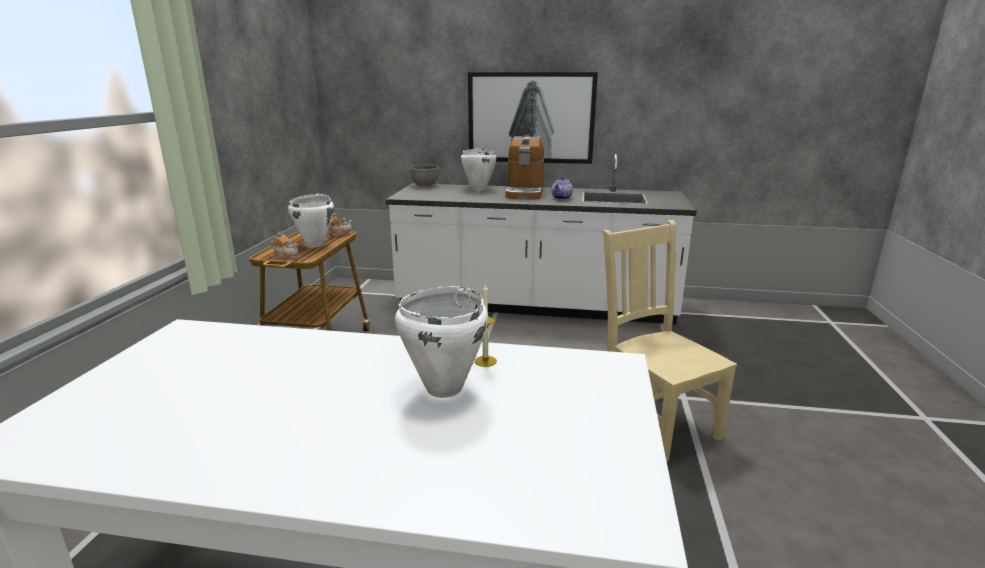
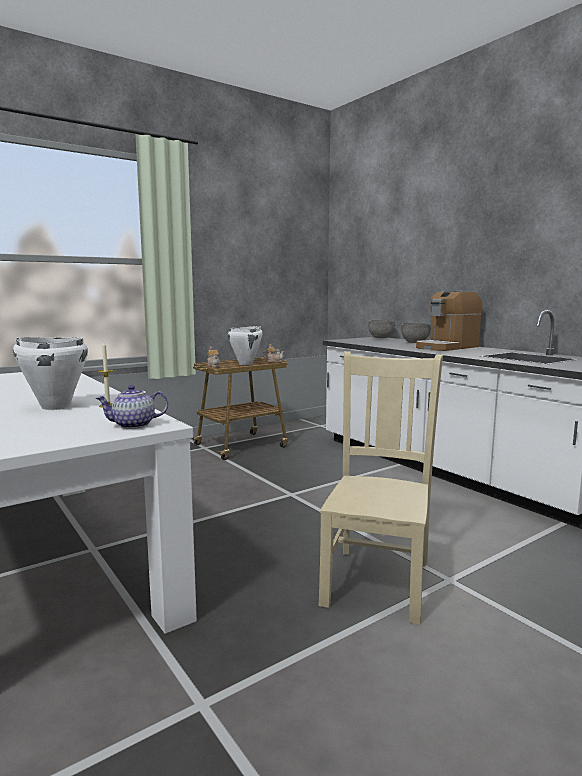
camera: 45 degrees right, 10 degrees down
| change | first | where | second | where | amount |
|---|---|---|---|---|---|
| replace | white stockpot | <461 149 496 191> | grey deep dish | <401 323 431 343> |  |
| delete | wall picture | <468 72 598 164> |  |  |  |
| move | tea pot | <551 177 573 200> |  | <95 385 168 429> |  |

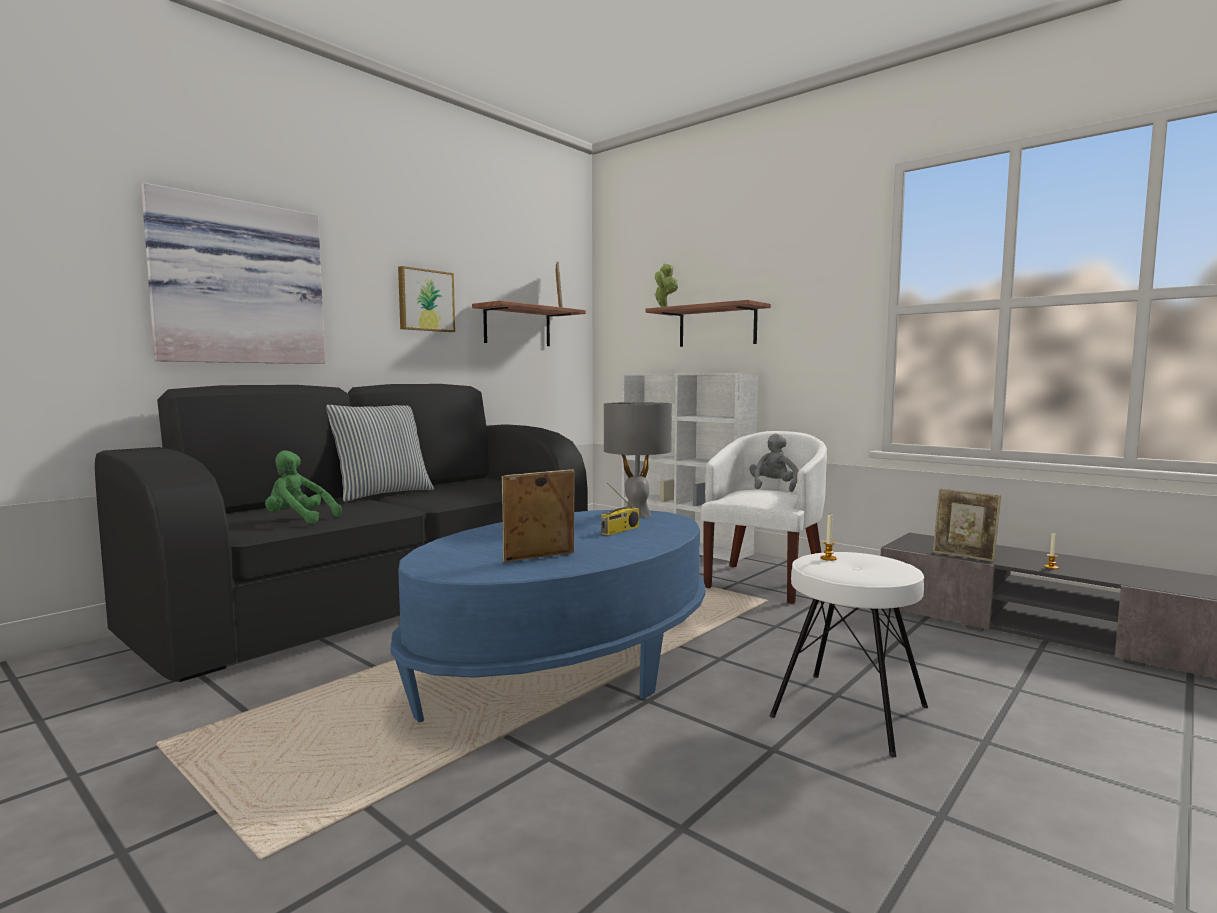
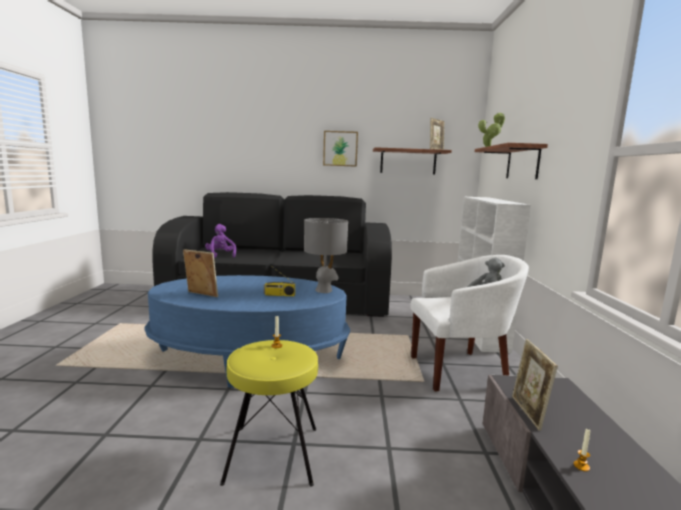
camera: 50 degrees right, 5 degrees up
| change | first | where | second | where | amount |
|---|---|---|---|---|---|
| delete | wall picture | <141 183 325 364> |  |  |  |
| recolor | green soft toy | <265 450 342 524> | purple soft toy | <205 224 236 258> |  |
| delete | throw pillow | <326 405 434 502> |  |  |  |
| recolor | white stool | <770 552 928 757> | yellow-coloured stool | <220 340 318 487> |  |

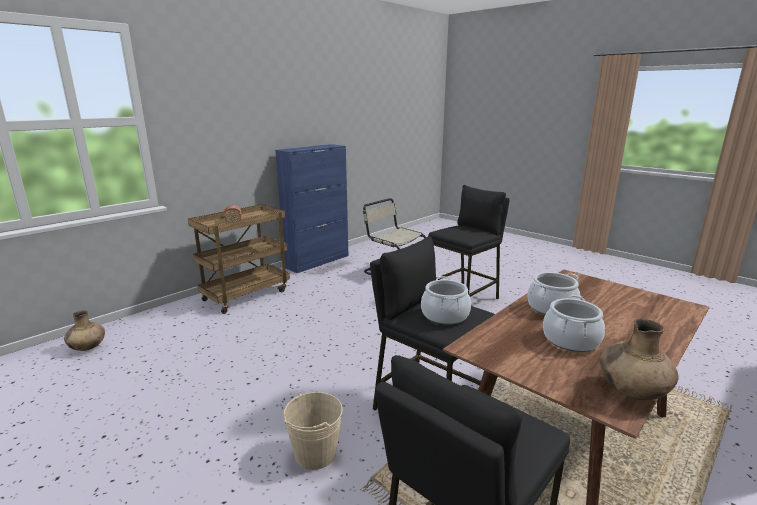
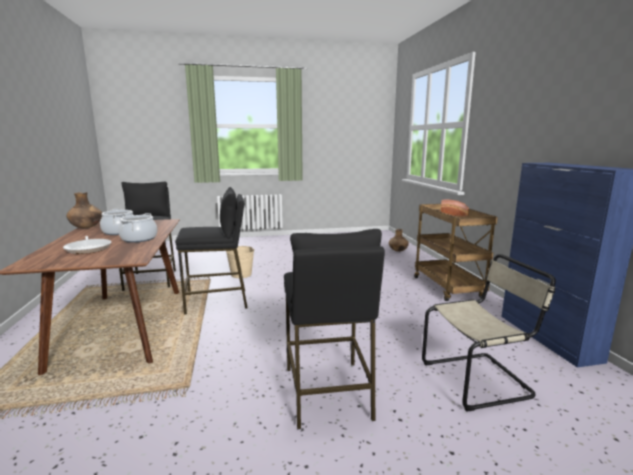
camera: 125 degrees right, 5 degrees down
| change | first | where | second | where | amount |
|---|---|---|---|---|---|
| delete | stockpot | <421 276 471 325> |  |  |  |
| insert |  |  | frying pan | <63 236 111 254> |  |

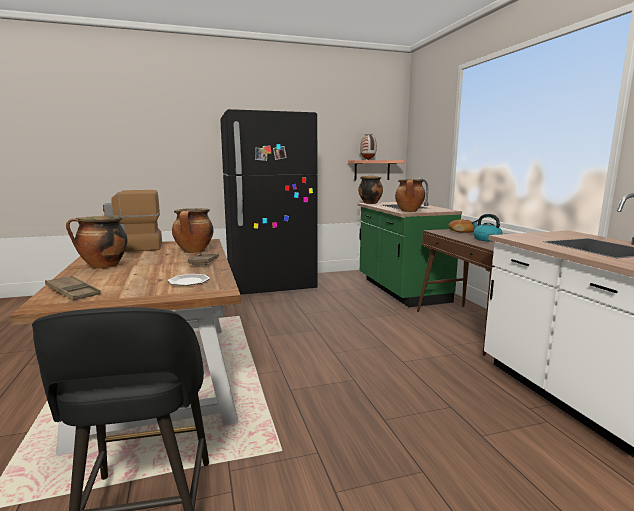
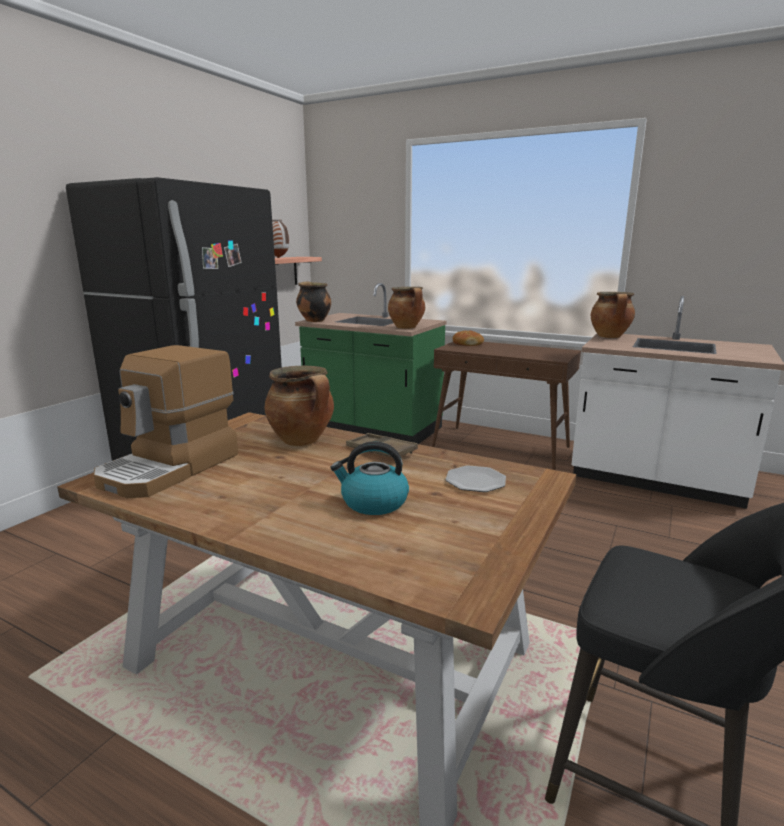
camera: 45 degrees left, 5 degrees up
| change | first | where | second | where | amount |
|---|---|---|---|---|---|
| delete | brown carrying tray | <45 275 101 300> |  |  |  |
| move | stockpot | <66 216 127 269> |  | <591 292 635 338> |  |
| move | kettle | <472 214 502 241> |  | <331 442 409 515> |  |

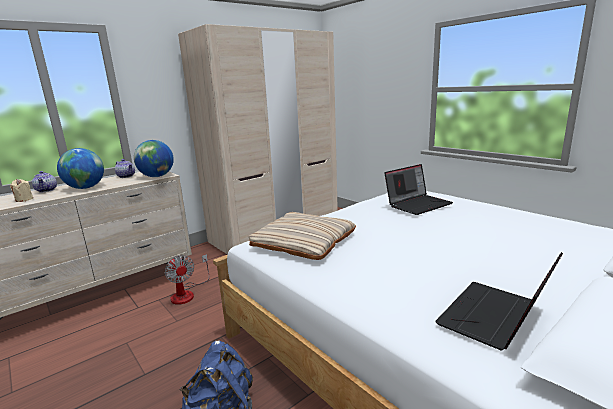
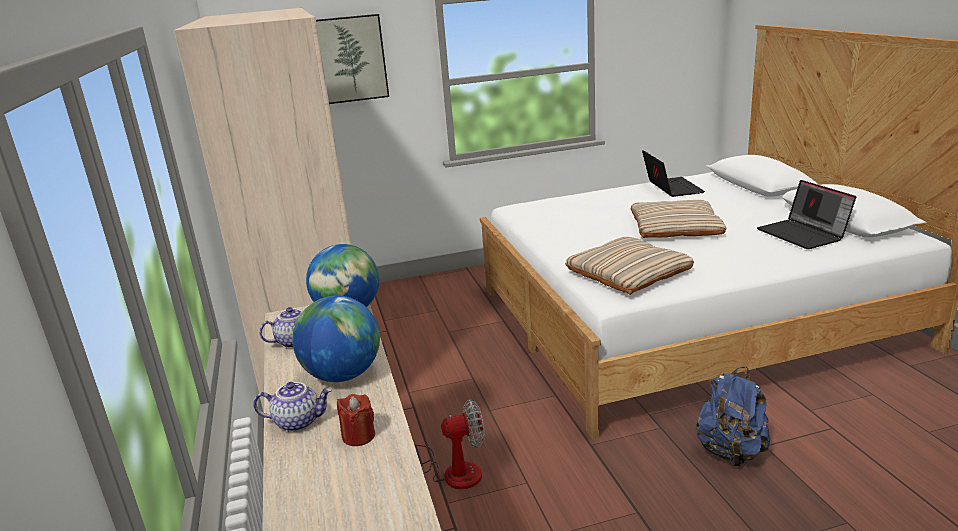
camera: 65 degrees left, 5 degrees up
| change | first | where | second | where | amount |
|---|---|---|---|---|---|
| recolor | sand-coloured wax candle | <10 179 33 202> | red wax candle | <337 394 375 446> |  |
| move | laptop | <384 164 453 215> |  | <642 150 705 197> |  |
| insert |  |  | wall picture | <316 14 389 104> |  |
| insert |  |  | sand-coloured throw pillow | <630 200 727 238> |  |

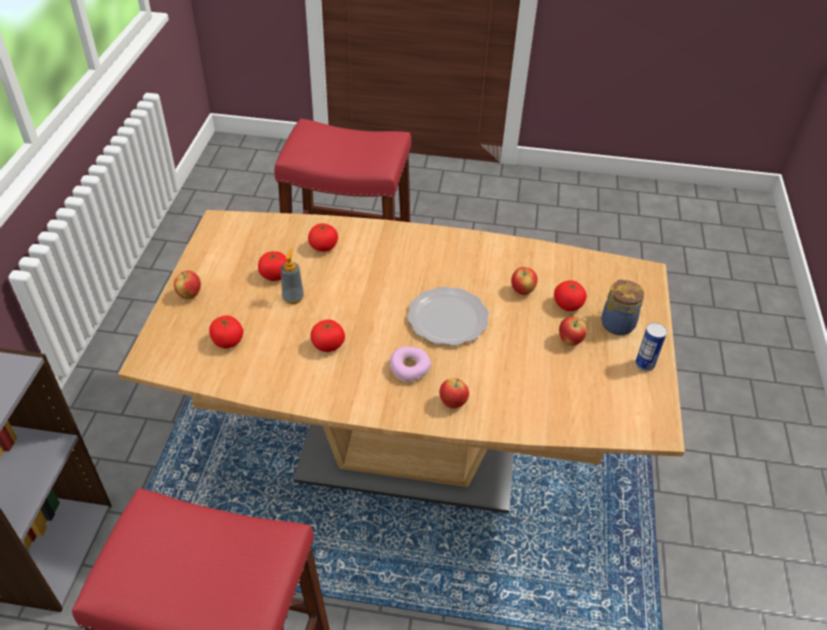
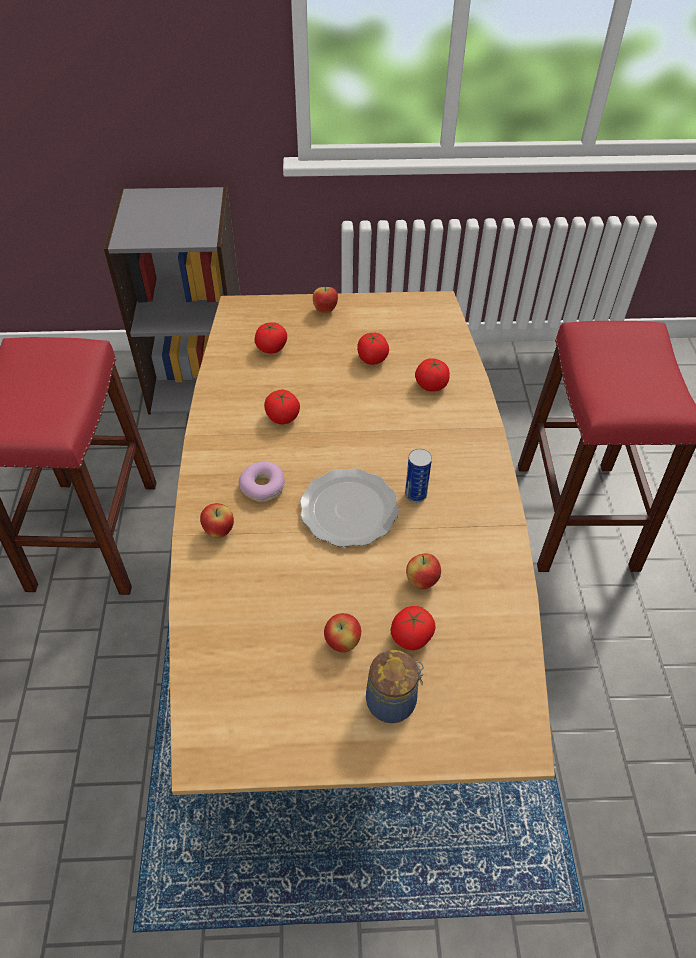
camera: 80 degrees right, 5 degrees up
| change | first | where | second | where | amount |
|---|---|---|---|---|---|
| delete | soap dispenser | <281 248 304 304> |  |  |  |
| move | can | <635 323 667 371> |  | <405 449 432 503> |  |

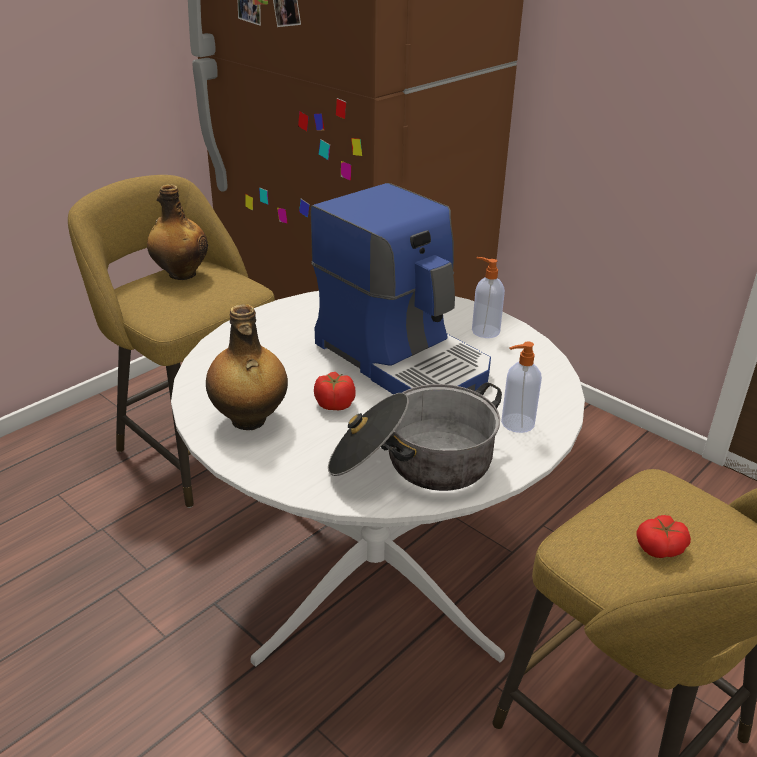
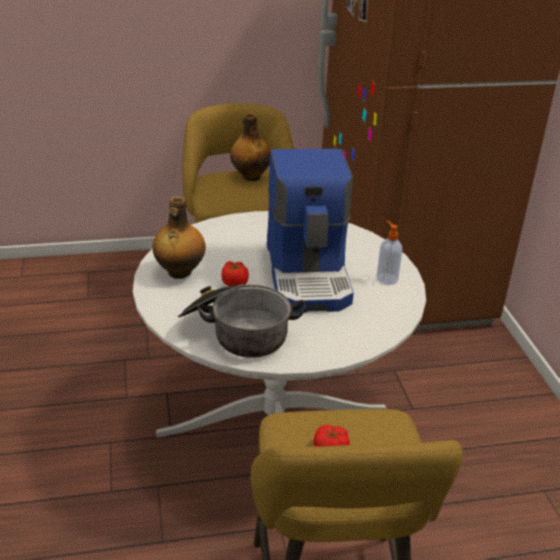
camera: 35 degrees right, 0 degrees up
| change | first | where | second | where | amount |
|---|---|---|---|---|---|
| delete | soap dispenser | <501 342 542 433> |  |  |  |

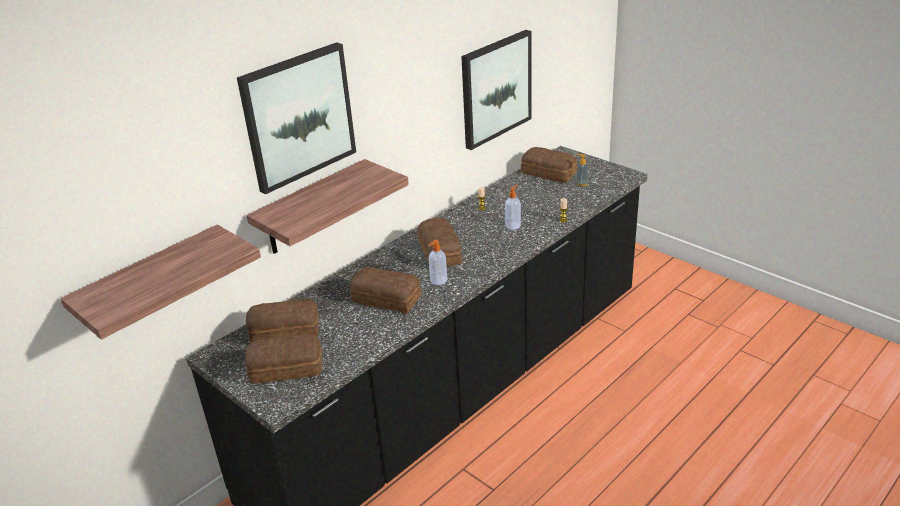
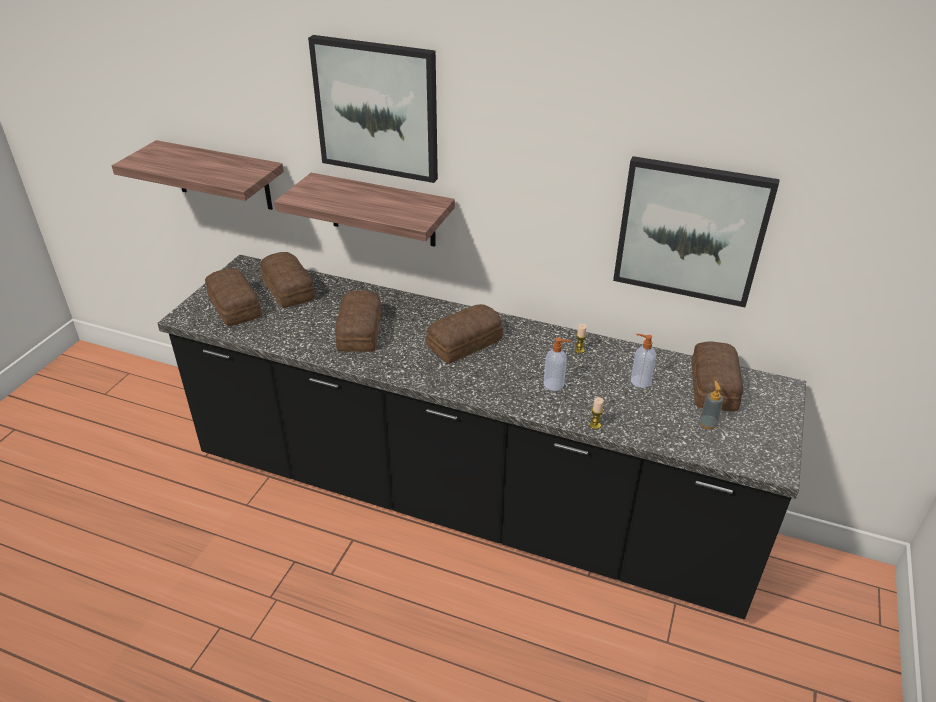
camera: 65 degrees right, 5 degrees up
| change | first | where | second | where | amount |
|---|---|---|---|---|---|
| move | soap dispenser | <428 240 447 285> |  | <631 334 656 388> |  |

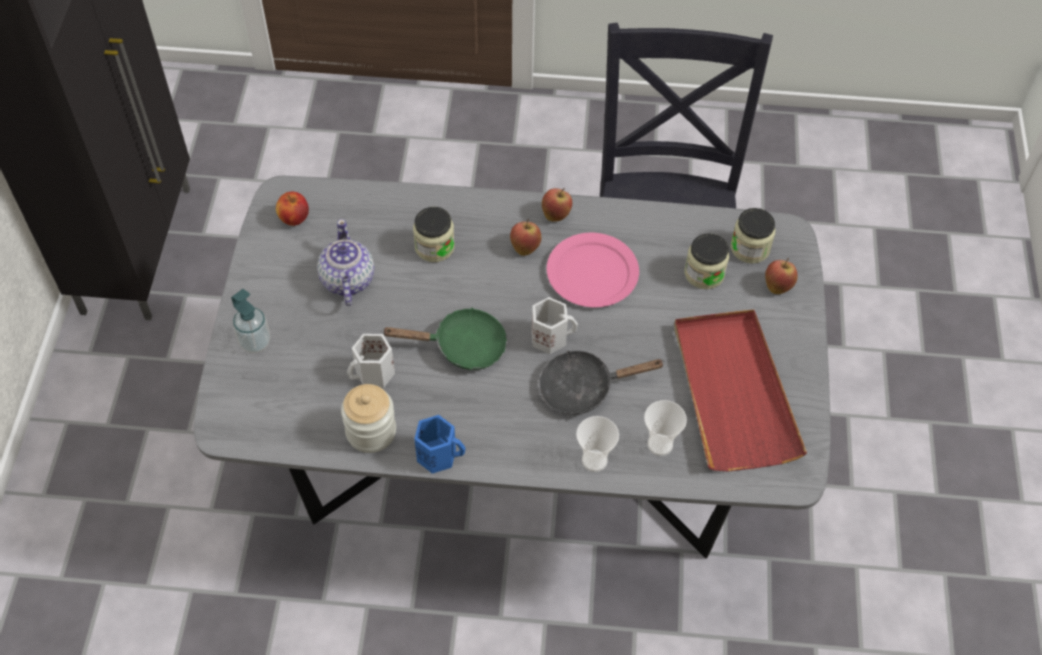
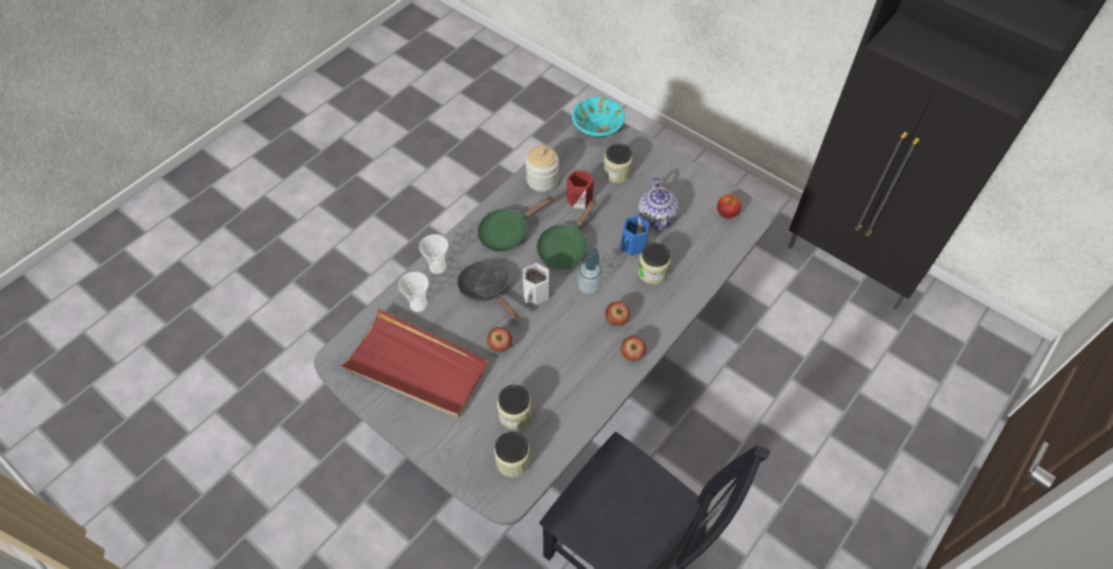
camera: 125 degrees right, 0 degrees up
| change | first | where | second | where | amount |
|---|---|---|---|---|---|
| move | soap dispenser | <231 289 270 353> |  | <578 248 602 294> |  |
| rotate | tea pot | <317 219 374 306> |  | <638 177 679 231> | 60 degrees clockwise |
| recolor | white coffee mug | <347 334 395 388> | red coffee mug | <566 170 594 209> |  |
| move | bluish coffee mug | <414 415 465 474> |  | <621 216 649 256> |  |
| rotate | black-coloured frying pan | <539 350 665 415> |  | <457 260 520 321> | 60 degrees counterclockwise |
| delete | pink-coloured dinner plate | <547 233 639 307> |  |  |  |
| move | whole apple | <765 258 798 294> |  | <487 327 512 352> |  |
| insert |  |  | green frying pan | <477 196 554 252> |  |
| insert |  |  | blue-green deep dish | <572 97 625 138> |  |
| insert |  |  | storage jar | <603 143 632 183> |  |

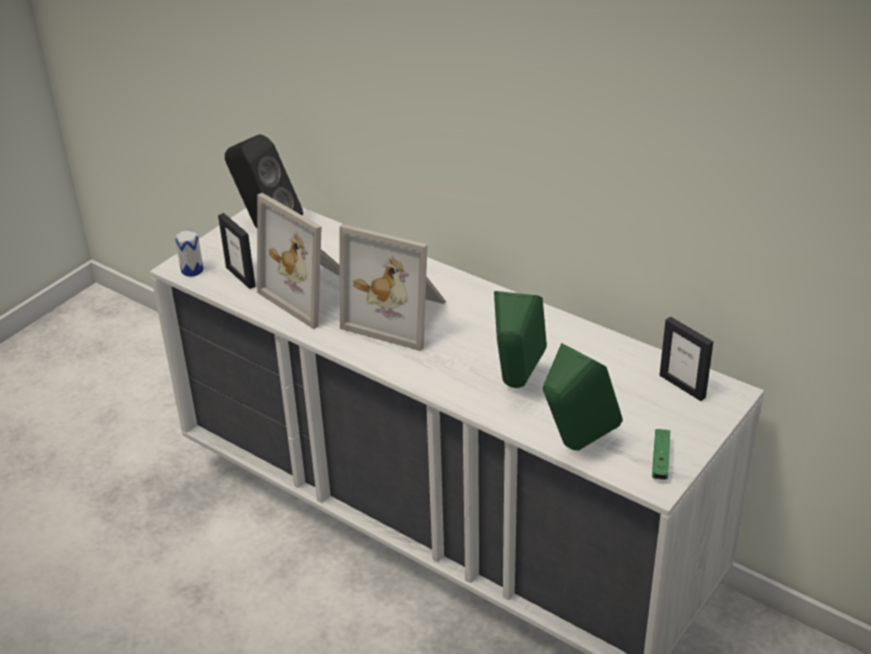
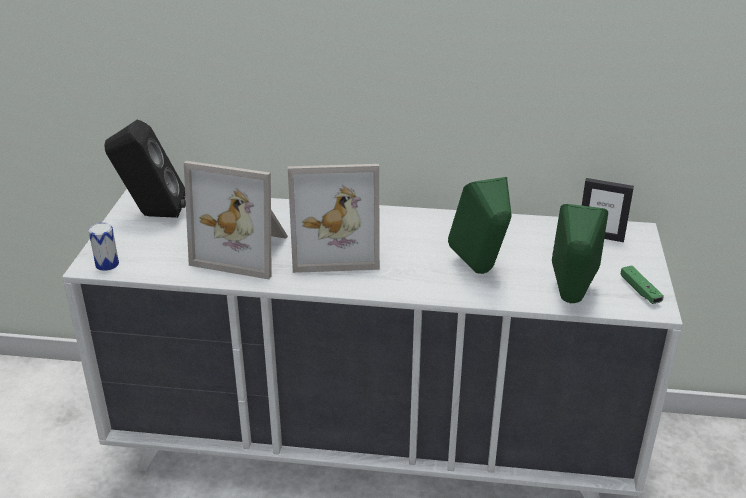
camera: 30 degrees left, 5 degrees down
| change | first | where | second | where | amount |
|---|---|---|---|---|---|
| delete | standing frame | <218 213 256 289> |  |  |  |

